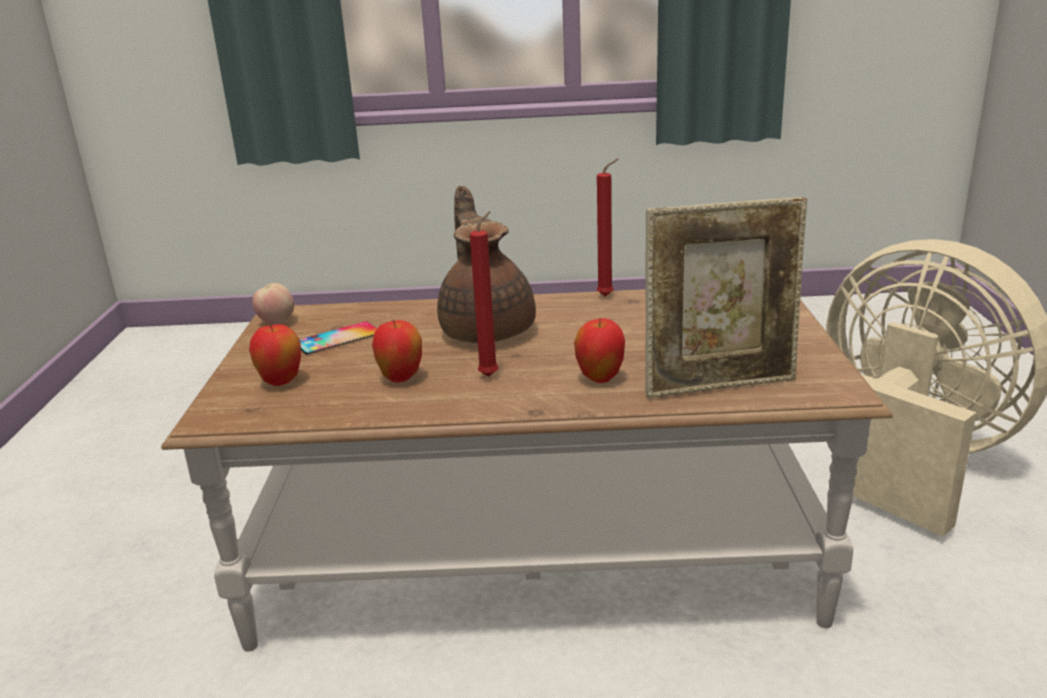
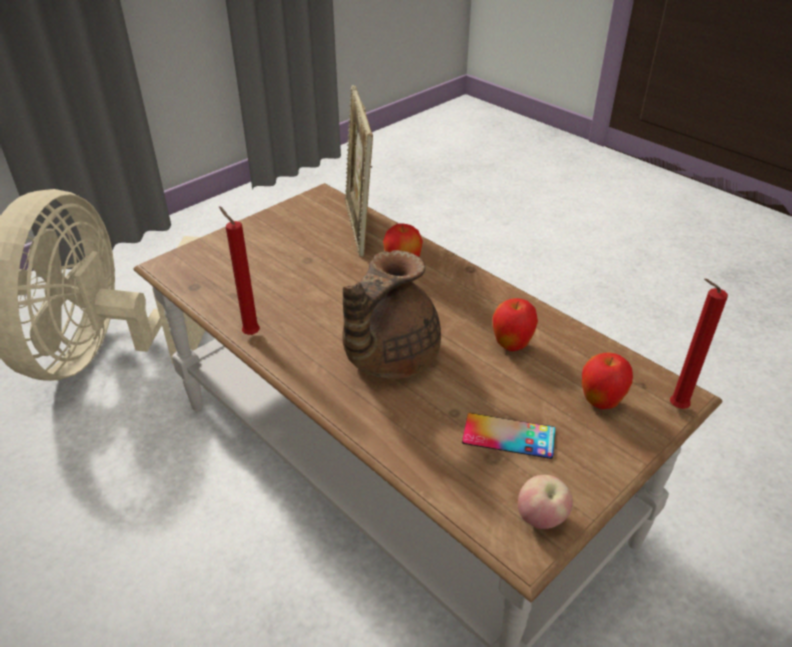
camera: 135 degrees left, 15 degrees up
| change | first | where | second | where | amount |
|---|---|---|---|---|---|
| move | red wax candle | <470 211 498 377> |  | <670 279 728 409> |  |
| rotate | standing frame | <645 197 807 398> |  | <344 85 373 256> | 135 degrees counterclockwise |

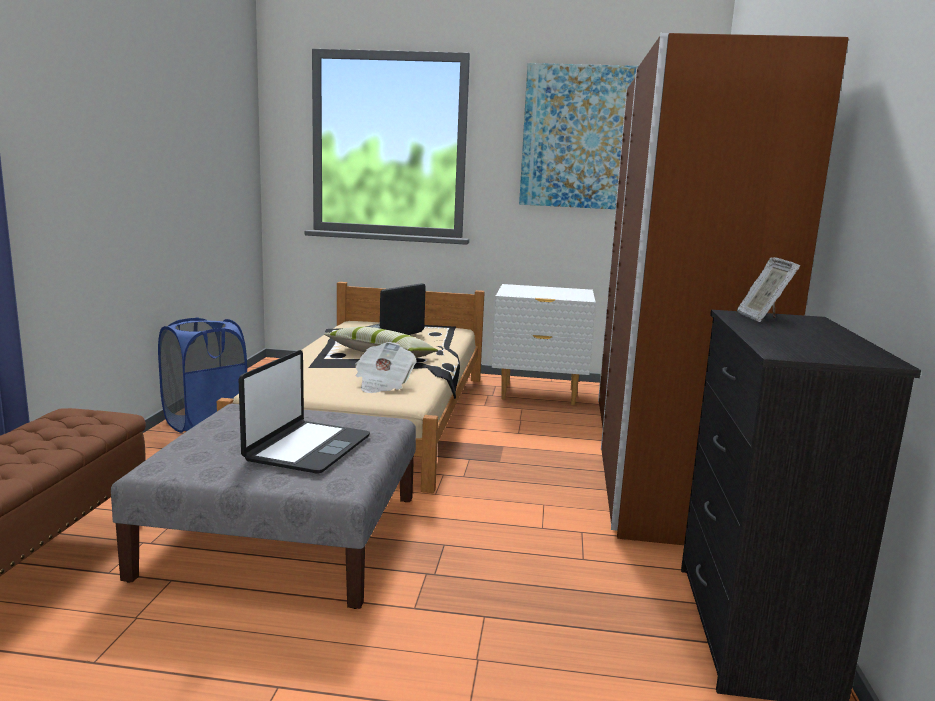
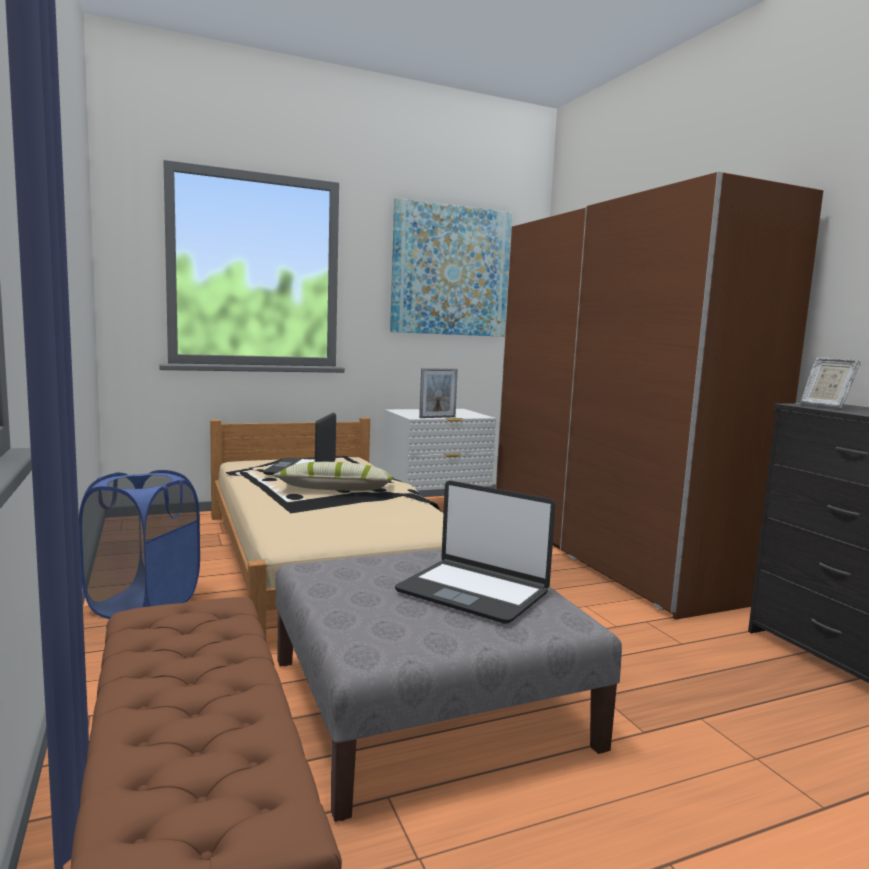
camera: 30 degrees left, 5 degrees down
| change | first | where | second | where | amount |
|---|---|---|---|---|---|
| rotate | laptop | <239 350 370 474> |  | <395 480 556 624> | 135 degrees clockwise |
| delete | printed paper | <355 342 417 393> |  |  |  |
| insert |  |  | standing frame | <419 368 458 418> |  |

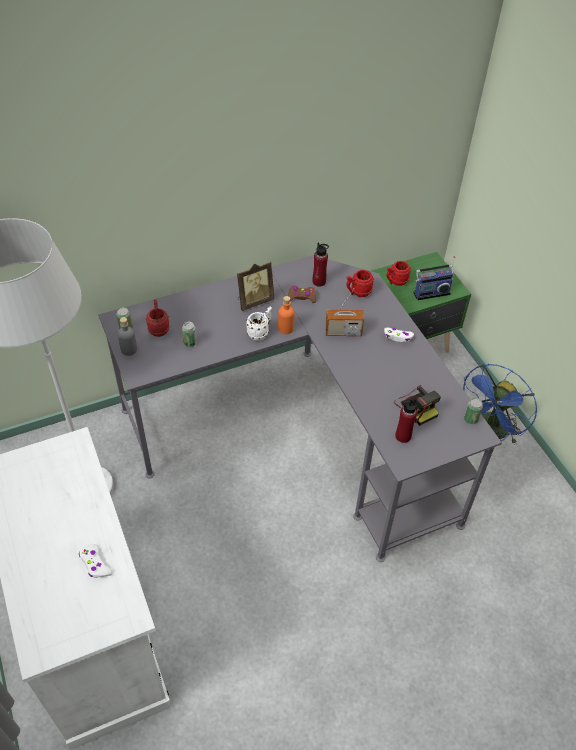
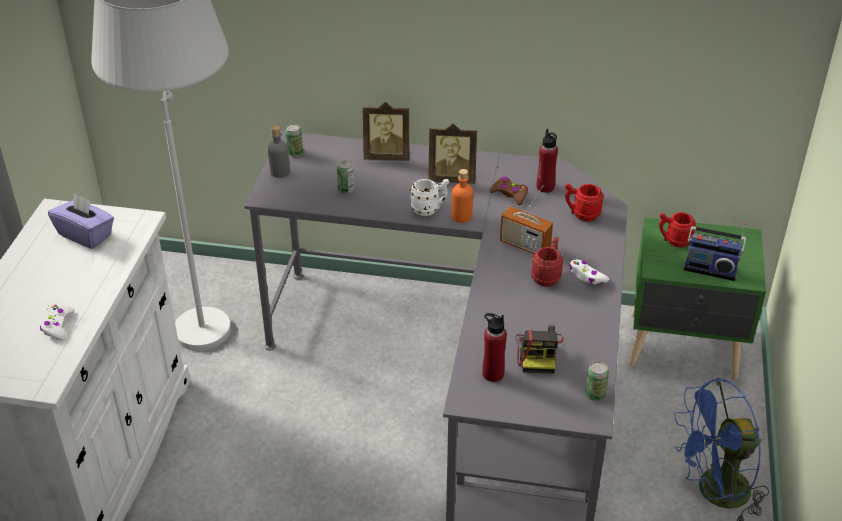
camera: 35 degrees right, 10 degrees down
| change | first | where | second | where | amount |
|---|---|---|---|---|---|
| move | red coffee mug | <146 299 170 337> |  | <531 237 563 287> |  |
| insert |  |  | purple tissue holder | <48 193 114 249> |  |
| insert |  |  | standing frame | <363 102 409 161> |  |

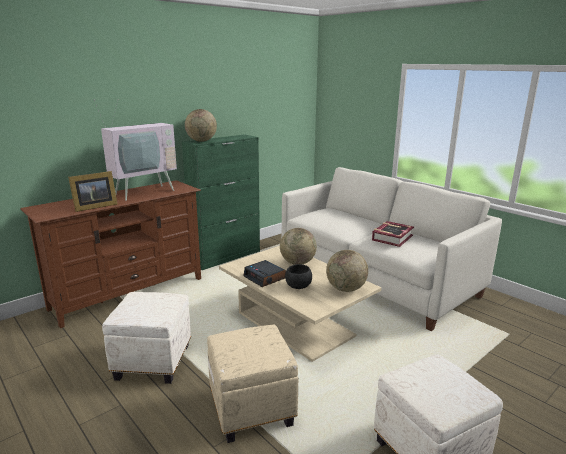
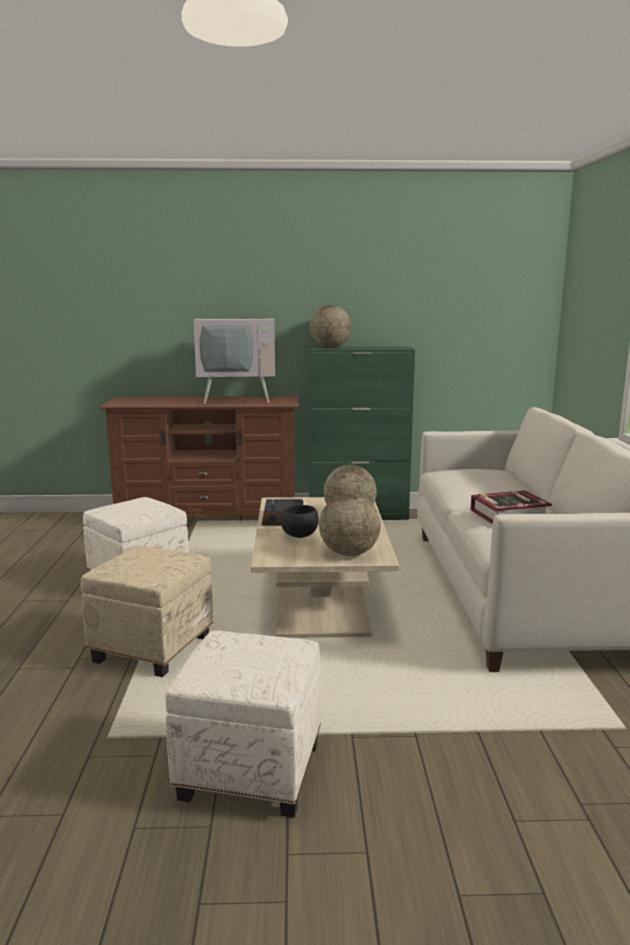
camera: 40 degrees right, 5 degrees down
| change | first | where | second | where | amount |
|---|---|---|---|---|---|
| delete | standing frame | <68 171 118 212> |  |  |  |

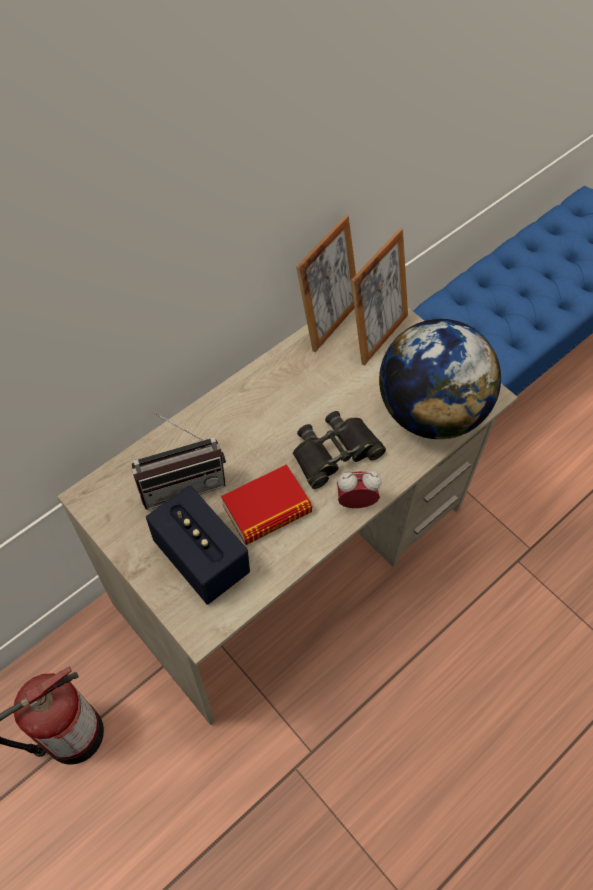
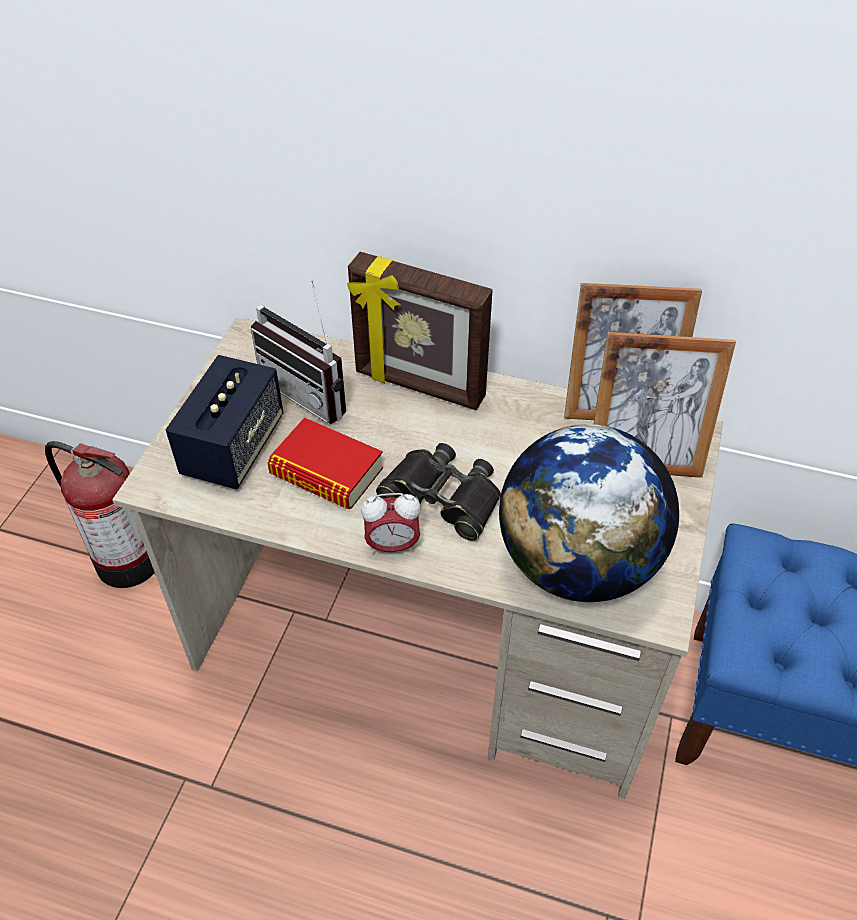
camera: 60 degrees right, 10 degrees down
| change | first | where | second | where | amount |
|---|---|---|---|---|---|
| rotate | alarm clock | <337 471 382 508> |  | <361 493 421 555> | 120 degrees clockwise |
| insert |  |  | standing frame | <347 252 493 410> |  |

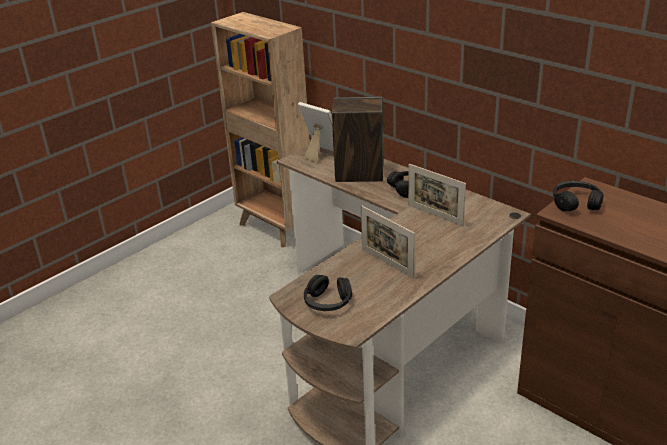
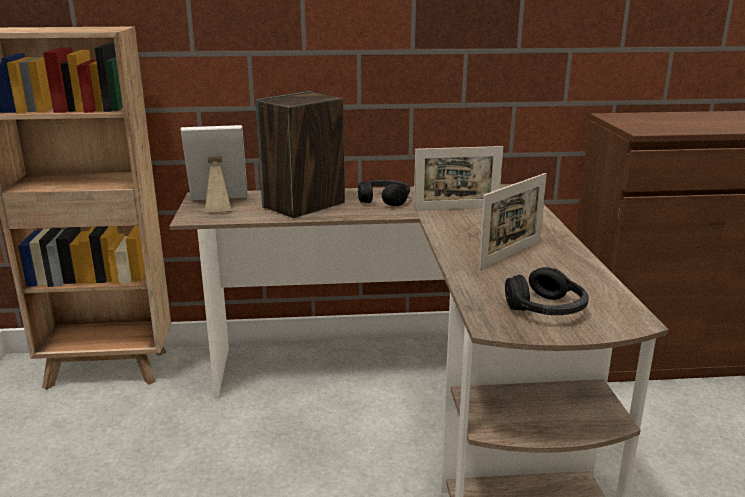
camera: 50 degrees left, 10 degrees down
| change | first | where | second | where | amount |
|---|---|---|---|---|---|
| rotate | standing frame | <361 205 415 279> |  | <479 173 547 270> | 45 degrees counterclockwise |
| delete | black-coloured headset | <553 181 604 211> |  |  |  |

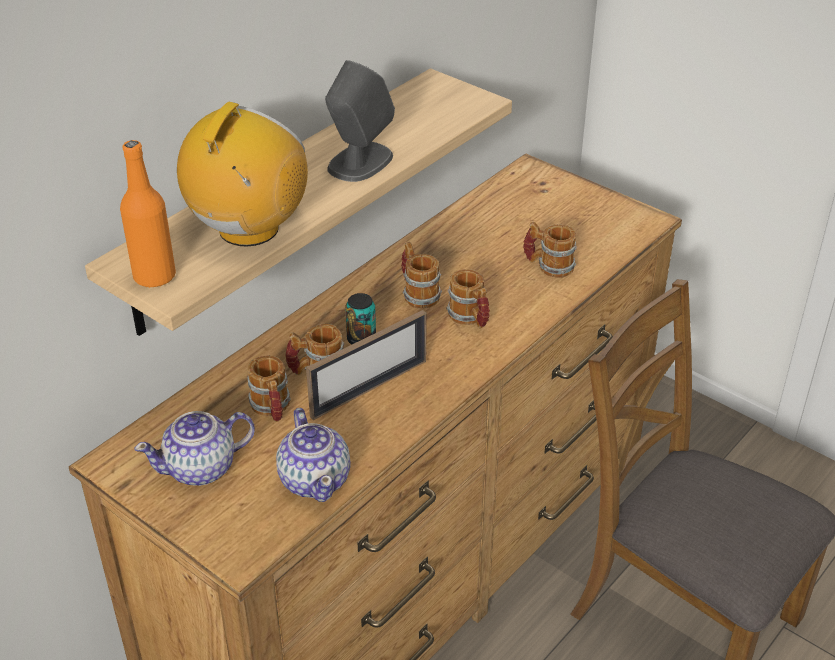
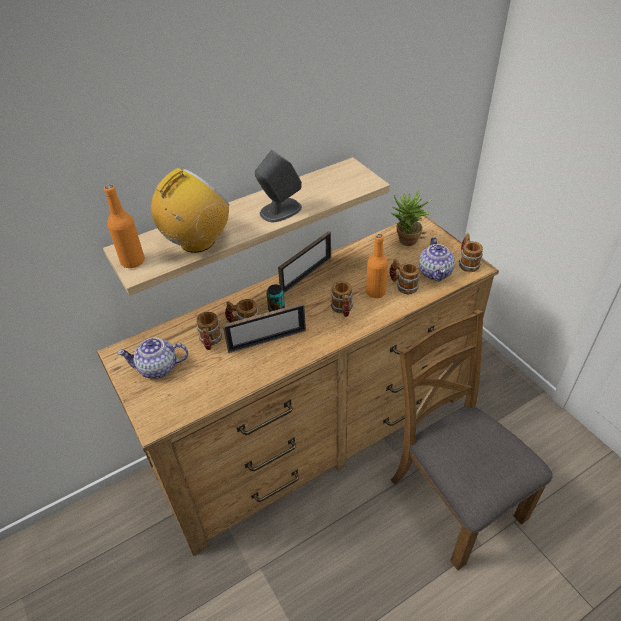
camera: 20 degrees right, 5 degrees up
| change | first | where | second | where | amount |
|---|---|---|---|---|---|
| move | tea pot | <276 408 351 502> |  | <419 237 455 282> |  |
| move | coffee mug | <401 242 442 308> |  | <459 233 483 272> |  |
| insert |  |  | standing frame | <278 231 331 293> |  |
| insert |  |  | orange bottle | <366 234 388 298> |  |
| insert |  |  | plant in a pot | <391 189 433 246> |  |

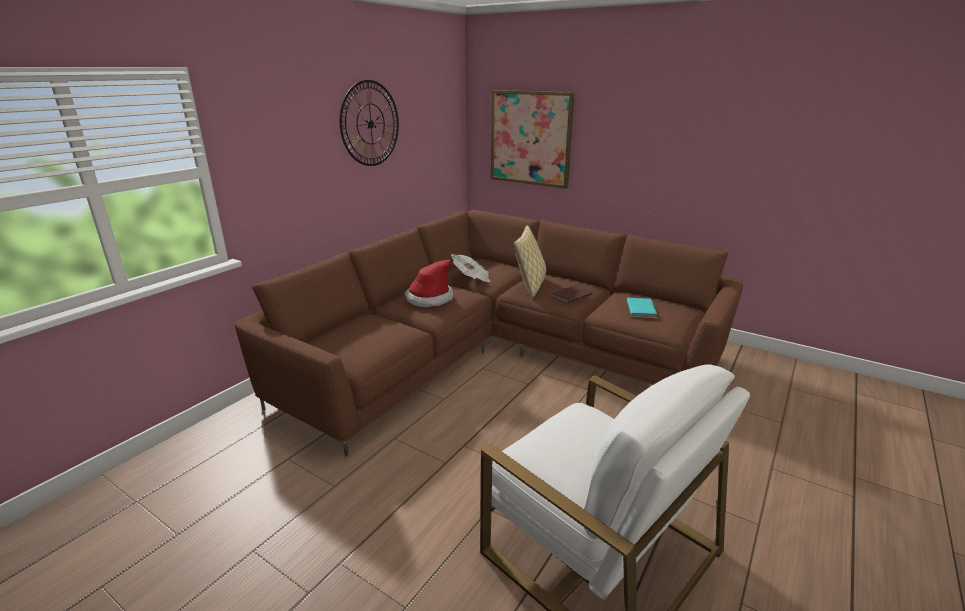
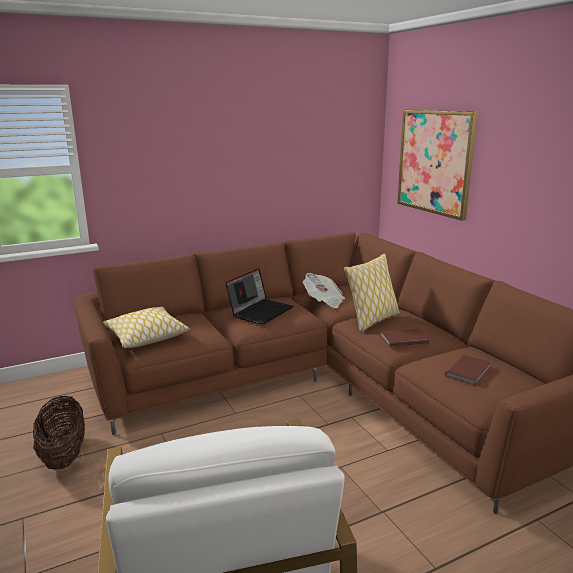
camera: 30 degrees right, 5 degrees down
| change | first | where | second | where | amount |
|---|---|---|---|---|---|
| delete | clock on the wall | <340 80 399 166> |  |  |  |
| replace | wearable hat | <405 260 453 308> | laptop | <225 268 293 325> |  |
| recolor | blue-green bound book | <627 298 657 318> | brown bound book | <445 355 491 385> |  |
| insert |  |  | storage basket | <33 396 85 470> |  |
| insert |  |  | throw pillow | <103 307 190 348> |  |

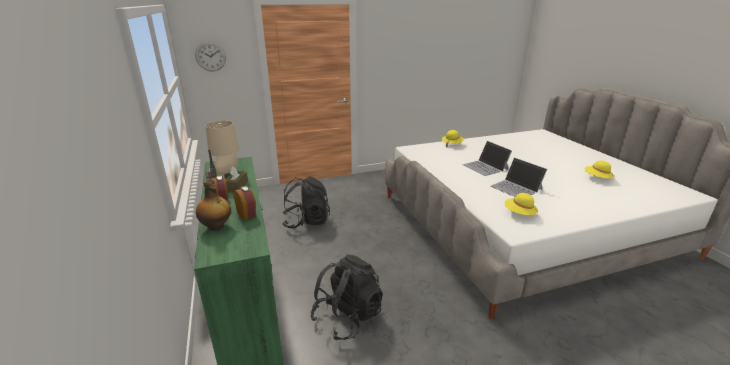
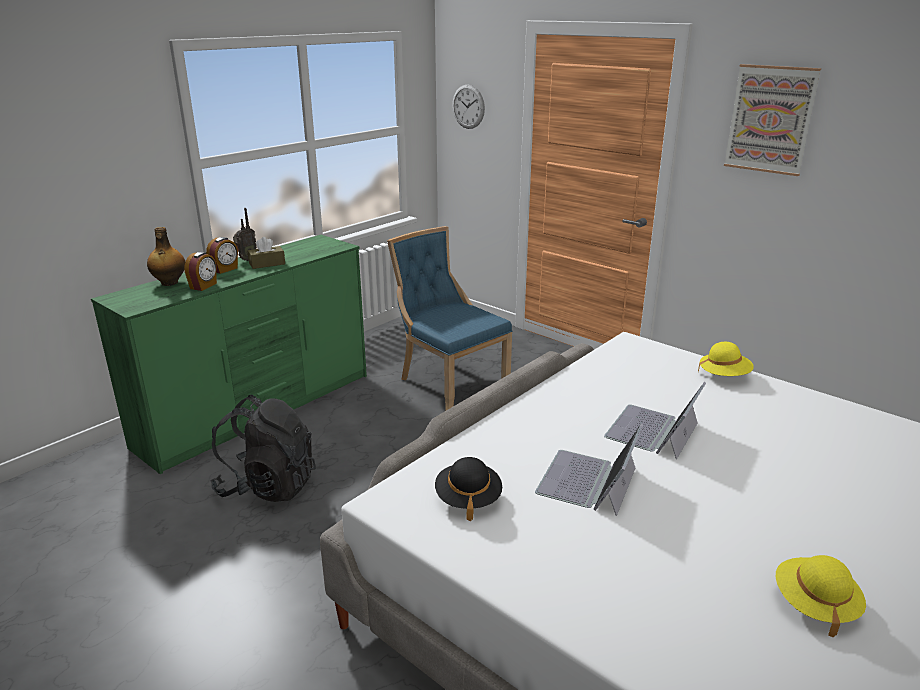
camera: 60 degrees right, 0 degrees up
| change | first | where | second | where | amount |
|---|---|---|---|---|---|
| delete | sand-coloured lamp for a table | <206 121 239 177> |  |  |  |
| replace | black-coloured knapsack | <282 176 330 229> | bluish chair | <387 226 512 410> |  |
| recolor | yellow-coloured wearable hat | <505 193 538 218> | black-coloured wearable hat | <435 457 502 521> |  |
| insert |  |  | wall picture | <724 64 821 176> |  |

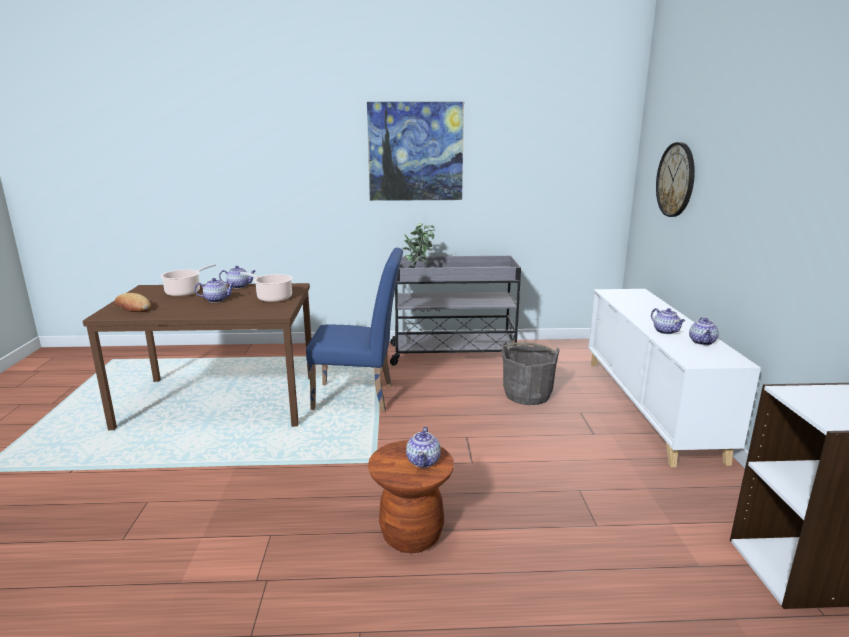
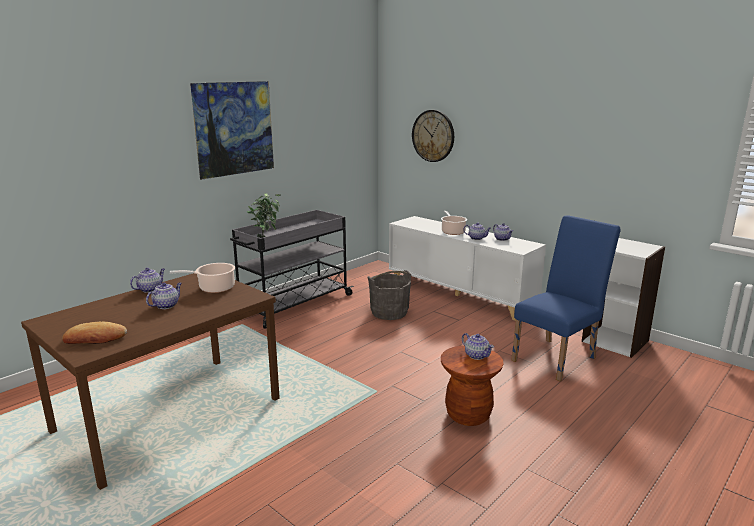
camera: 45 degrees left, 0 degrees up
| change | first | where | second | where | amount |
|---|---|---|---|---|---|
| move | stockpot | <160 264 216 297> |  | <441 211 467 235> |  |
| move | bluish chair | <306 248 403 412> |  | <511 215 621 381> |  |

